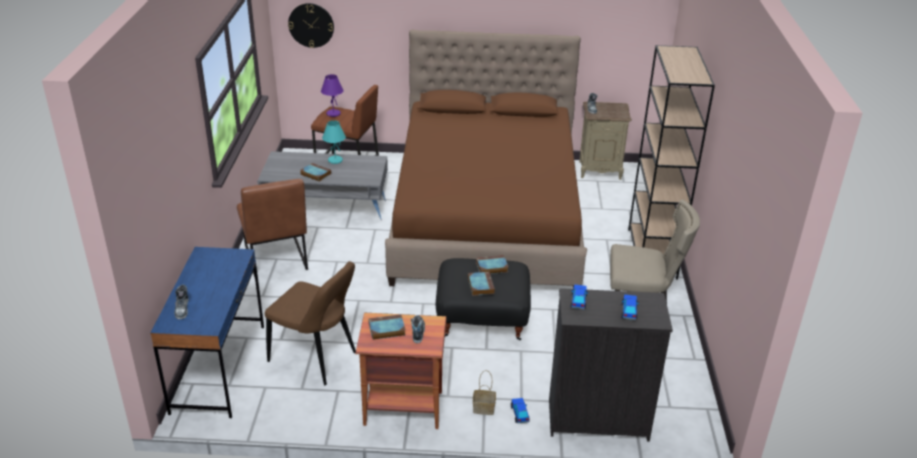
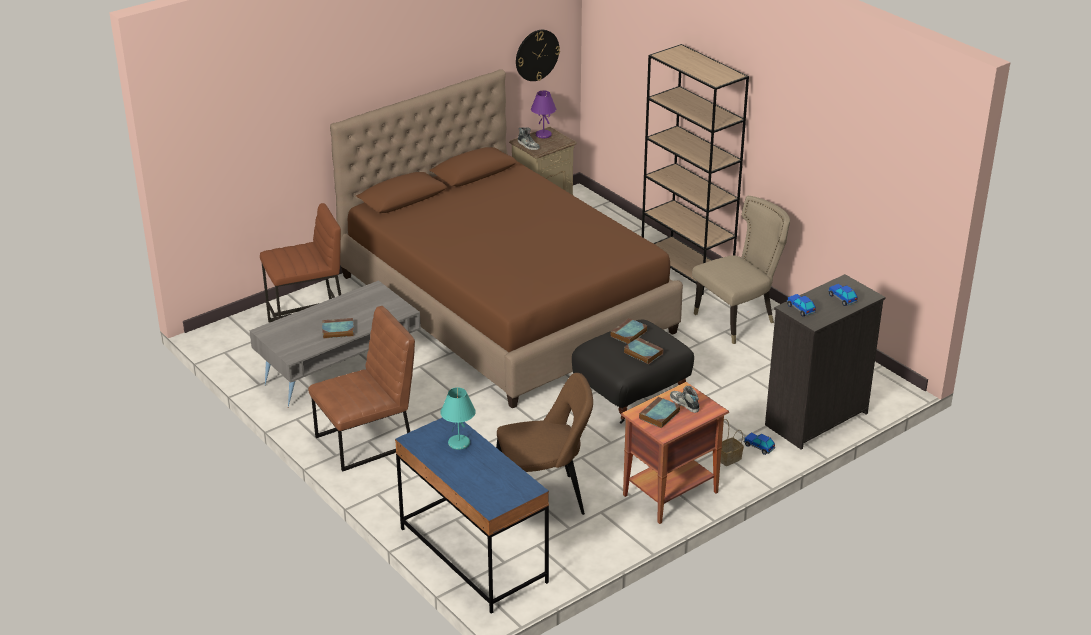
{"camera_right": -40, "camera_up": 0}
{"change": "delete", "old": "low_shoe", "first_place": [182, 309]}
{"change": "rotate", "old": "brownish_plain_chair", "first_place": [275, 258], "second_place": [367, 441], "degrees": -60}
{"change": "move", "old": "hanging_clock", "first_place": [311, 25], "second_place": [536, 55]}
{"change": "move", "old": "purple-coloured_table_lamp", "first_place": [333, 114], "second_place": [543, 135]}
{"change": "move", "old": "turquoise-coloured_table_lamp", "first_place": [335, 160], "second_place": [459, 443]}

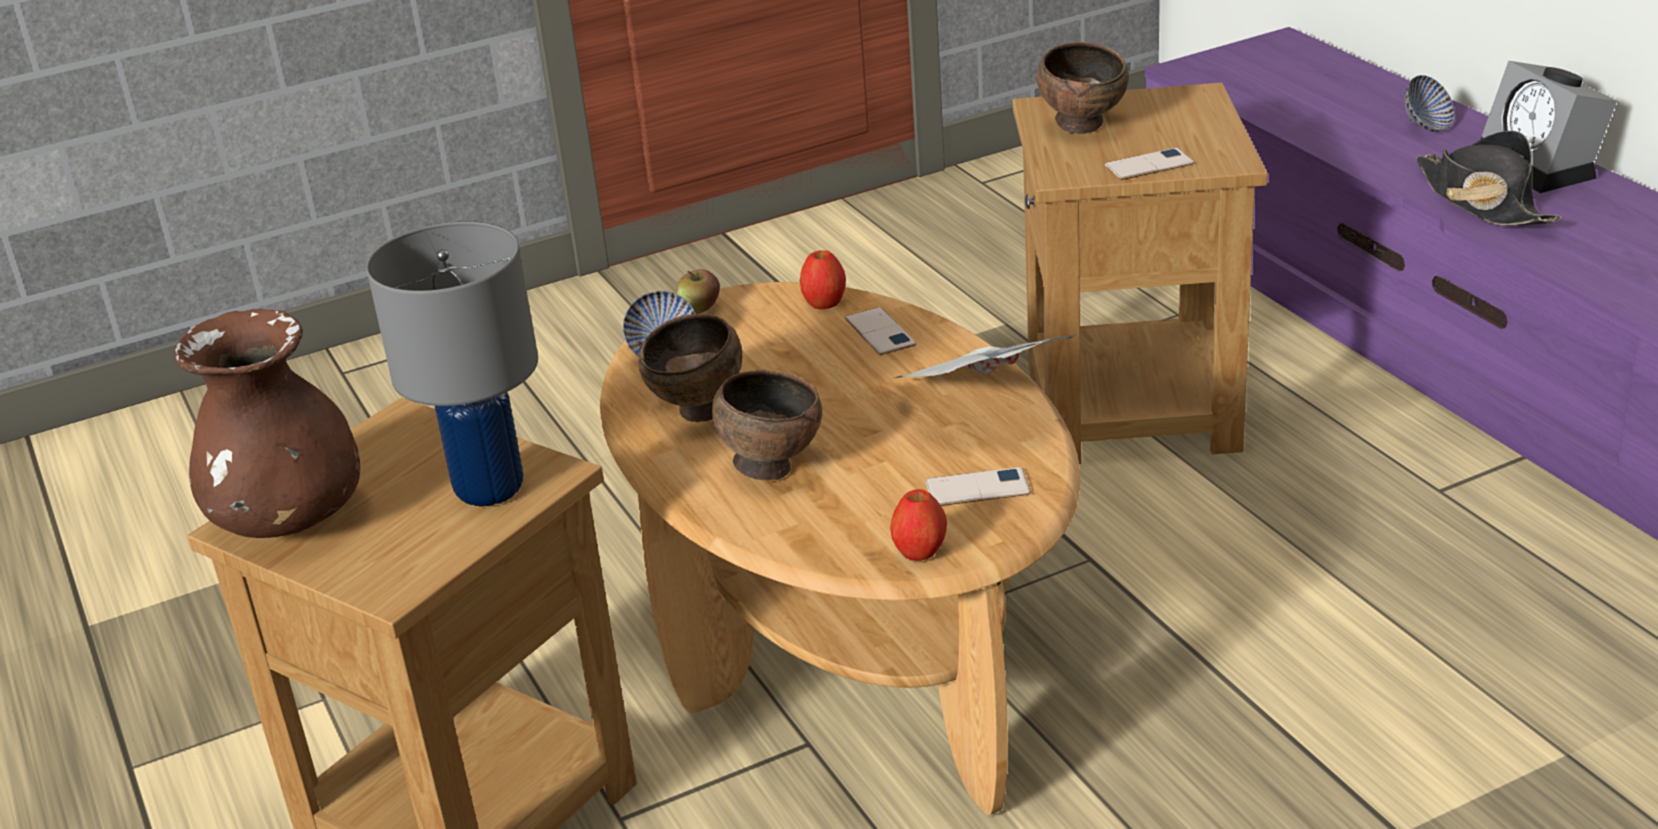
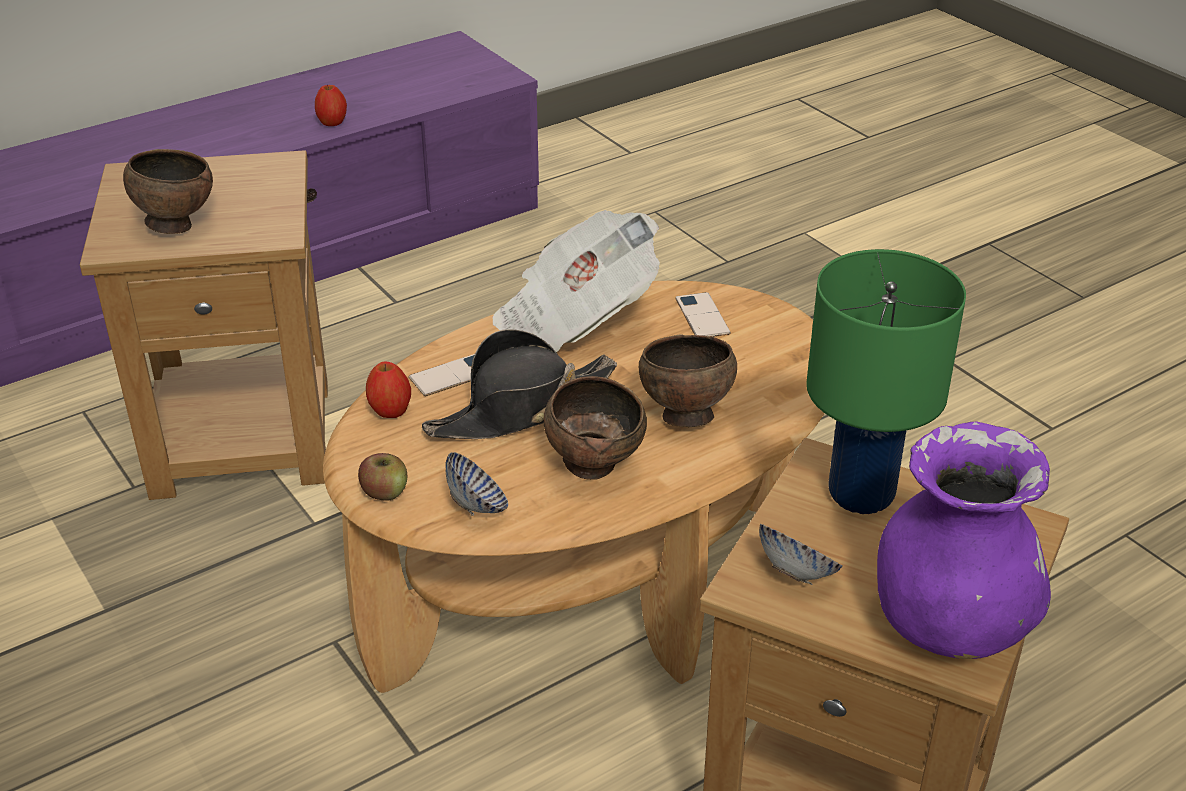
{"camera_right": -100, "camera_up": 5}
{"change": "recolor", "old": "brownish_vase", "new": "purple-coloured_vase", "first_place": [288, 520], "second_place": [948, 625]}
{"change": "recolor", "old": "gray_table_lamp", "new": "greenish_table_lamp", "first_place": [485, 490], "second_place": [862, 498]}
{"change": "move", "old": "apple", "first_place": [920, 552], "second_place": [332, 122]}
{"change": "delete", "old": "phone", "first_place": [1149, 165]}
{"change": "move", "old": "serving_bowl", "first_place": [1427, 126], "second_place": [796, 573]}
{"change": "move", "old": "black_clothing_hat", "first_place": [1482, 201], "second_place": [521, 409]}
{"change": "delete", "old": "alarm_clock", "first_place": [1542, 166]}

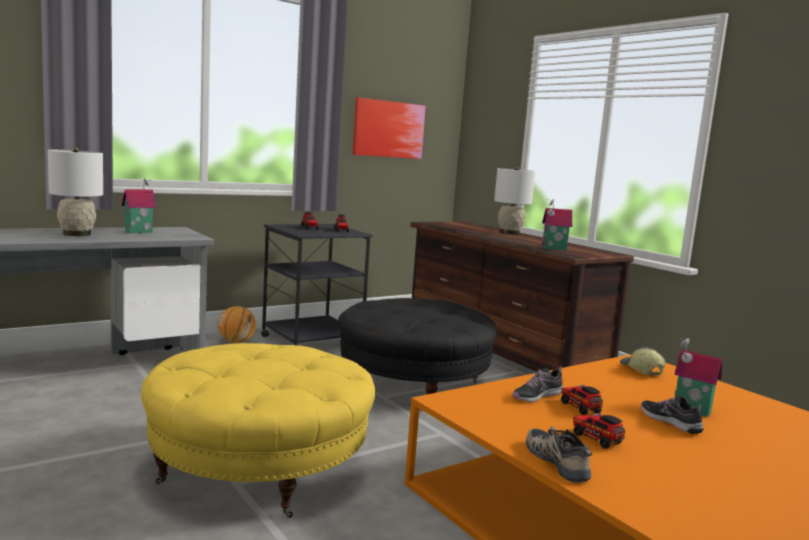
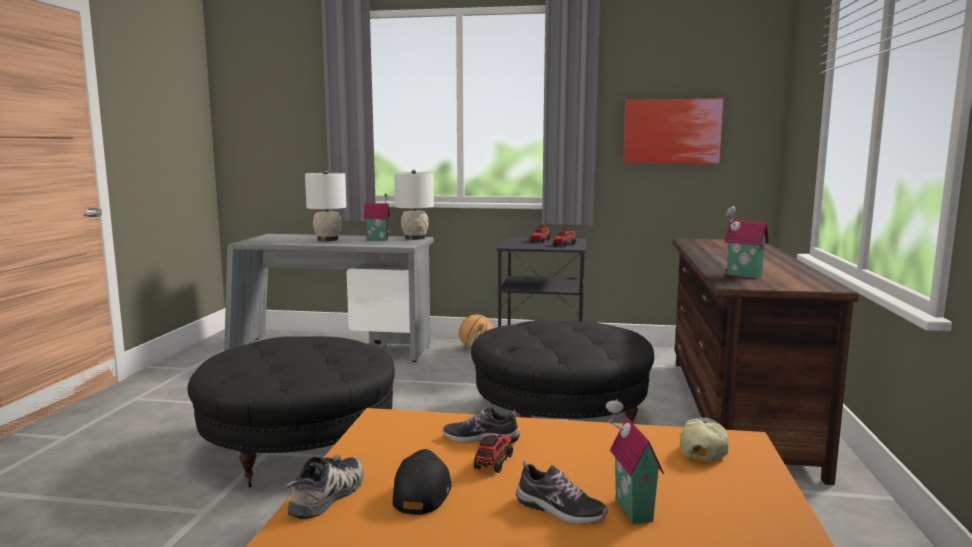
{"camera_right": 45, "camera_up": 0}
{"change": "recolor", "old": "yellow_pouffe", "new": "black_pouffe", "first_place": [259, 468], "second_place": [300, 447]}
{"change": "move", "old": "white-coloured_table_lamp", "first_place": [509, 233], "second_place": [414, 238]}
{"change": "replace", "old": "toy_lorry", "new": "black_peaked_cap", "first_place": [595, 439], "second_place": [421, 492]}
{"change": "rotate", "old": "low_shoe", "first_place": [670, 422], "second_place": [560, 510], "degrees": 105}

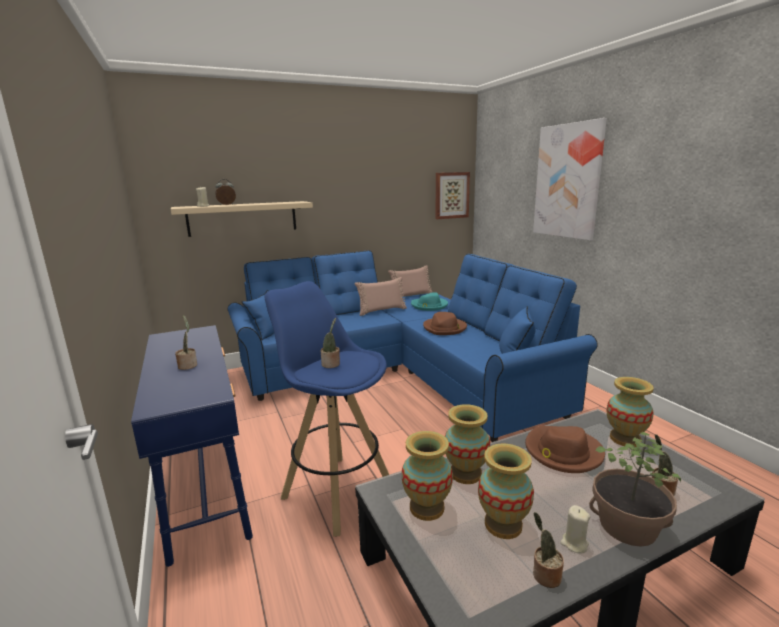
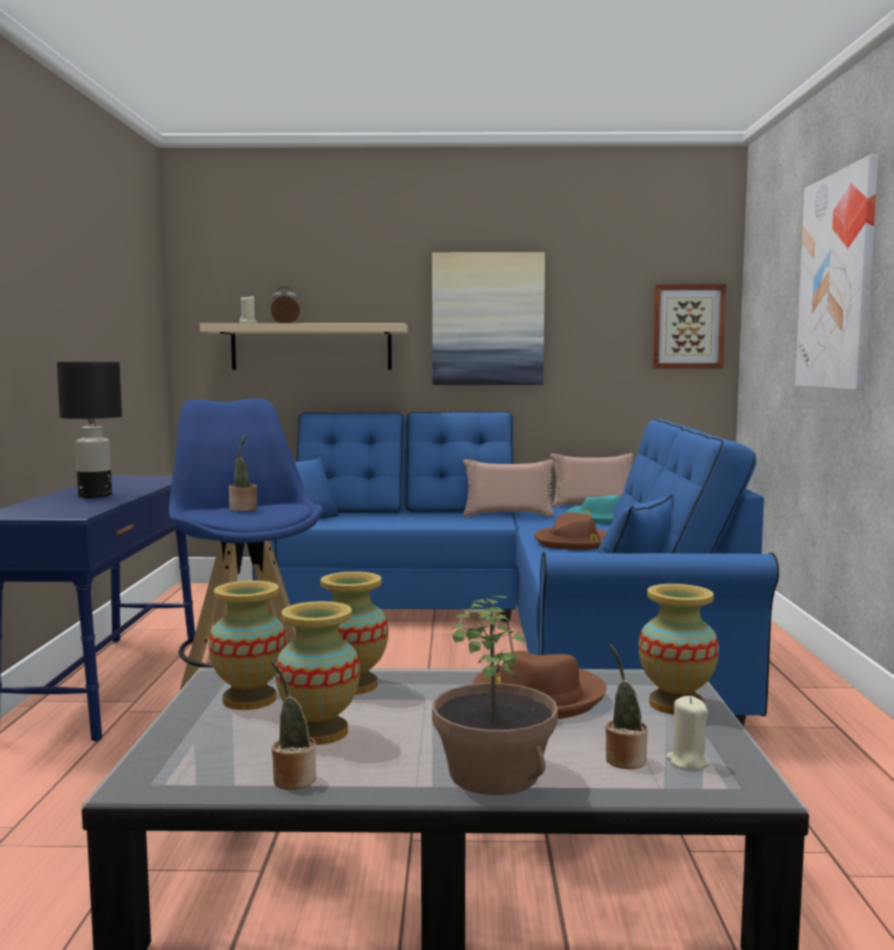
{"camera_right": 25, "camera_up": -10}
{"change": "replace", "old": "houseplant", "new": "black_table_lamp", "first_place": [188, 365], "second_place": [95, 496]}
{"change": "move", "old": "beige-coloured_wax_candle", "first_place": [574, 544], "second_place": [687, 762]}
{"change": "insert", "new": "wall_art", "second_place": [487, 319]}

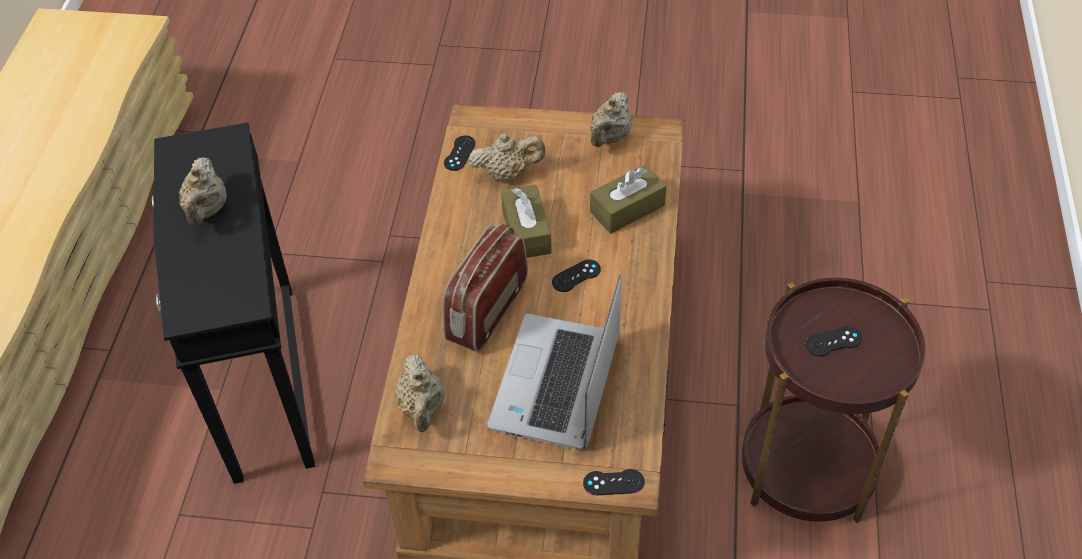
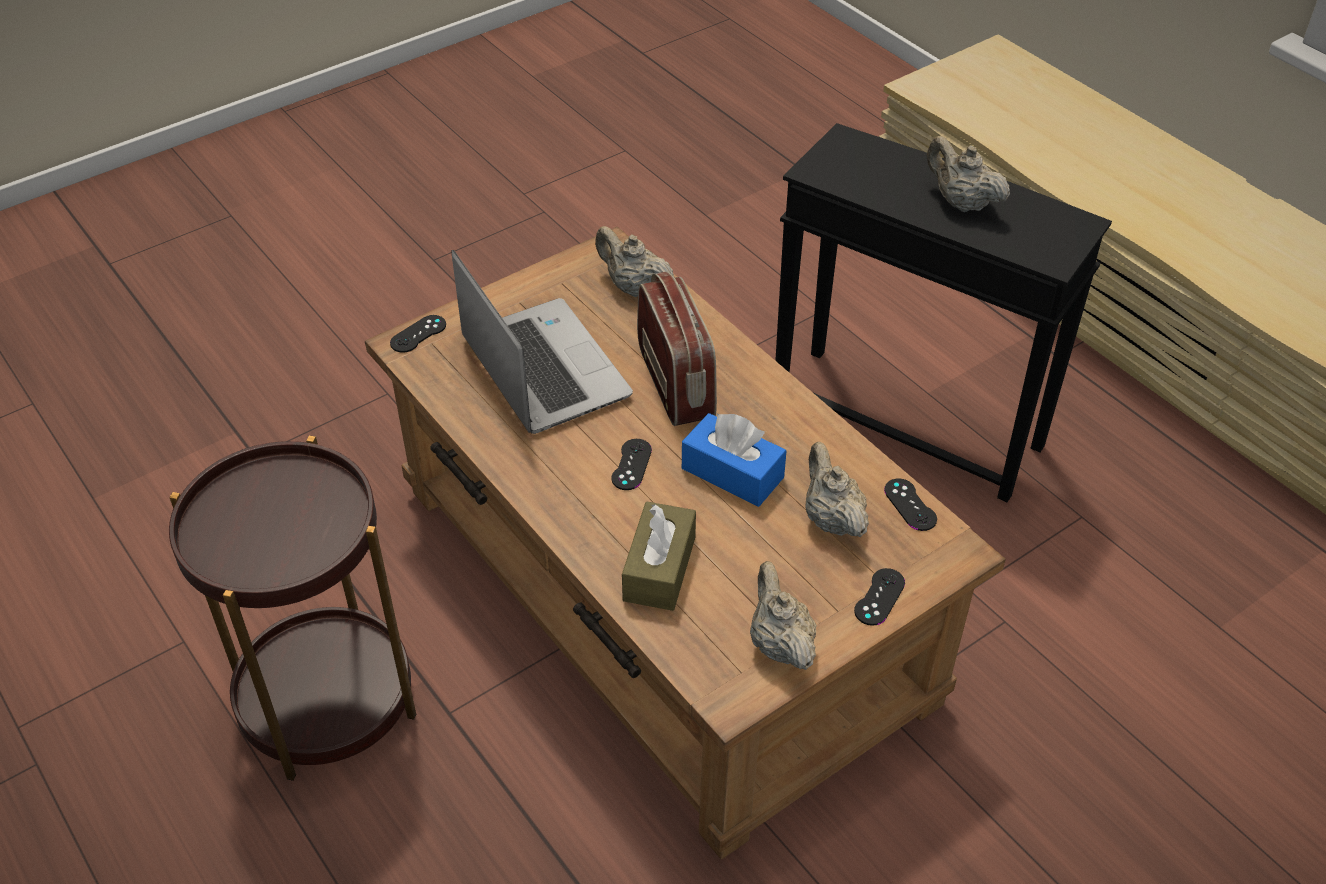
{"camera_right": 135, "camera_up": -5}
{"change": "rotate", "old": "beige-coloured_teapot", "first_place": [508, 173], "second_place": [831, 519], "degrees": 120}
{"change": "recolor", "old": "brownish_tissue_holder", "new": "bluish_tissue_holder", "first_place": [526, 231], "second_place": [732, 473]}
{"change": "move", "old": "black_joypad", "first_place": [833, 341], "second_place": [879, 597]}

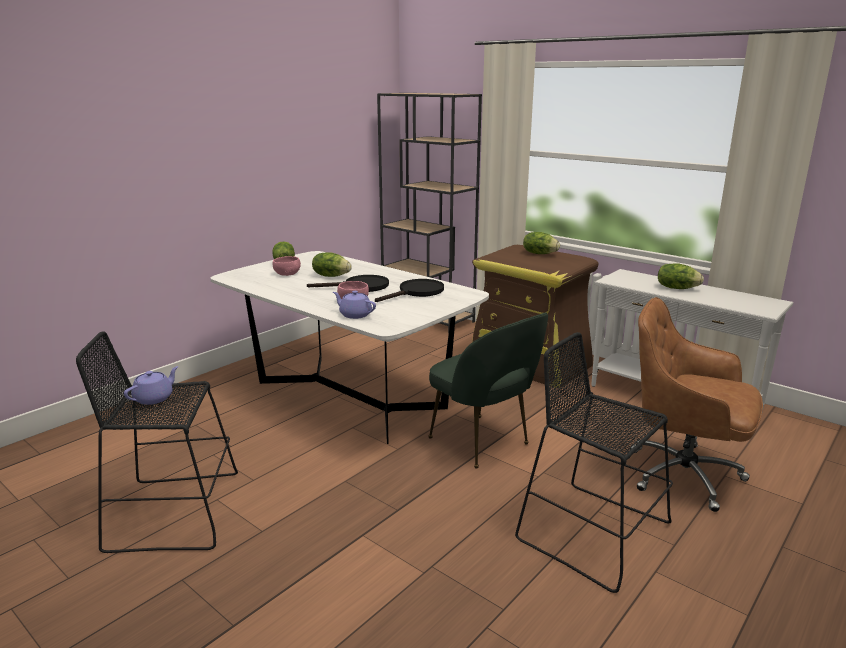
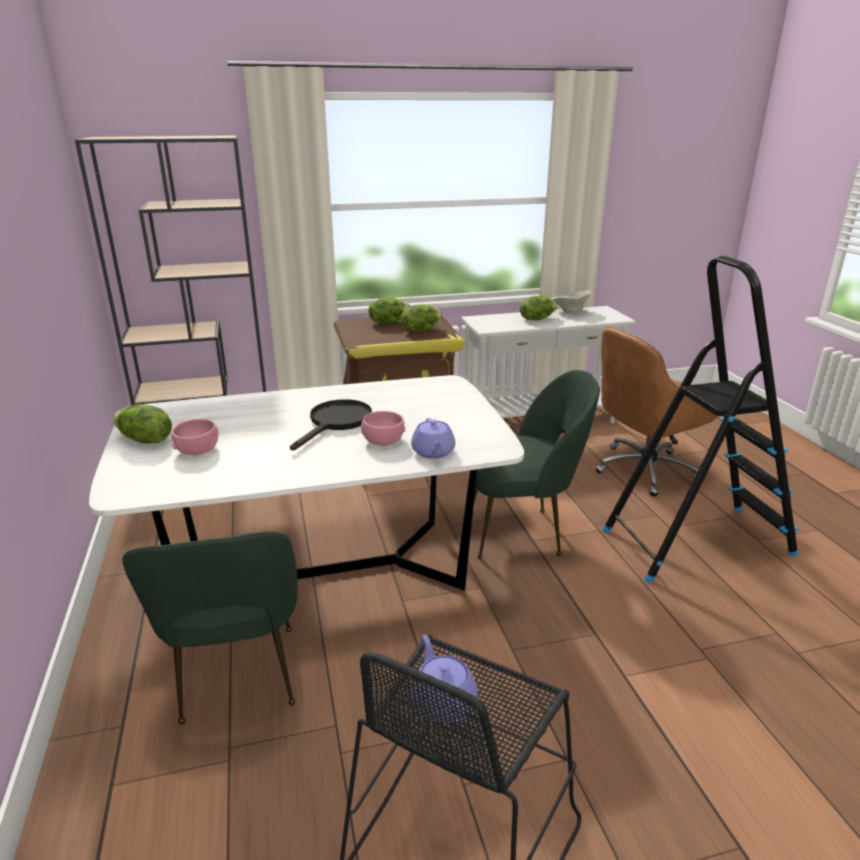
{"camera_right": -55, "camera_up": 5}
{"change": "move", "old": "lettuce", "first_place": [331, 276], "second_place": [420, 330]}
{"change": "rotate", "old": "purple-coloured_teapot", "first_place": [355, 315], "second_place": [433, 452], "degrees": -75}
{"change": "delete", "old": "black_frying_pan", "first_place": [416, 292]}
{"change": "replace", "old": "black_stool_seat", "new": "black_step_stool", "first_place": [595, 533], "second_place": [698, 542]}
{"change": "insert", "new": "greenish_plain_chair", "second_place": [238, 683]}
{"change": "insert", "new": "beige-coloured_serving_bowl", "second_place": [570, 311]}

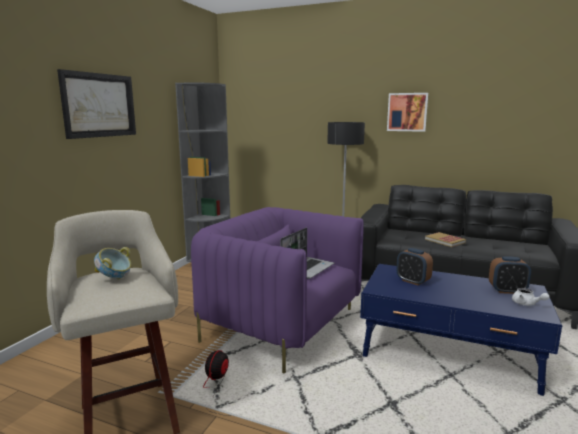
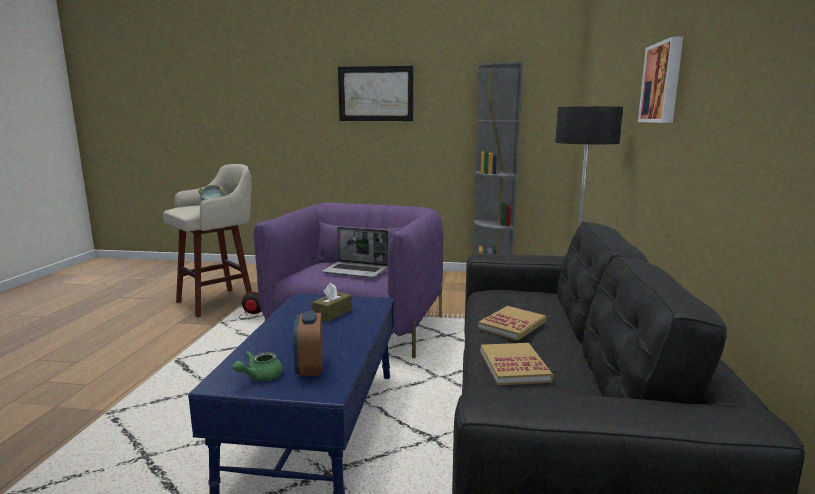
{"camera_right": 75, "camera_up": 0}
{"change": "replace", "old": "alarm_clock", "new": "brownish_tissue_holder", "first_place": [412, 281], "second_place": [332, 313]}
{"change": "recolor", "old": "white-coloured_teapot", "new": "greenish_teapot", "first_place": [527, 304], "second_place": [260, 377]}
{"change": "insert", "new": "volume", "second_place": [514, 366]}

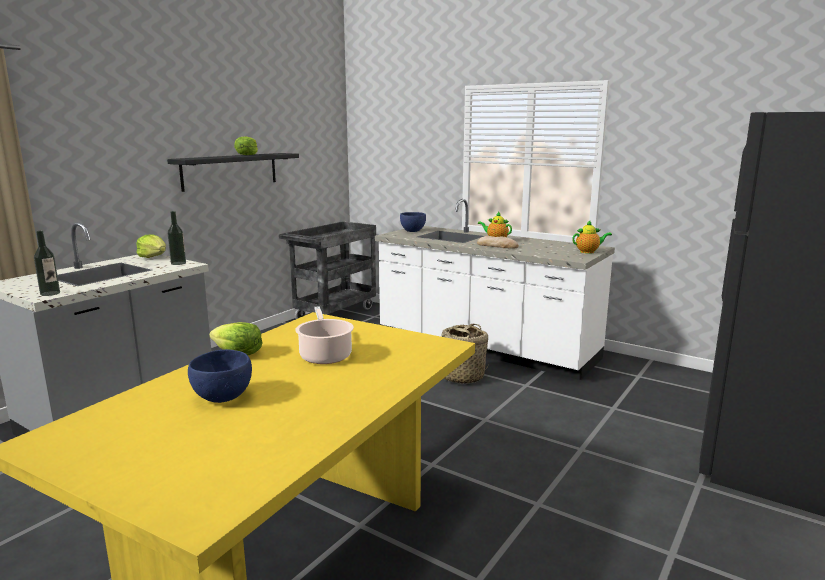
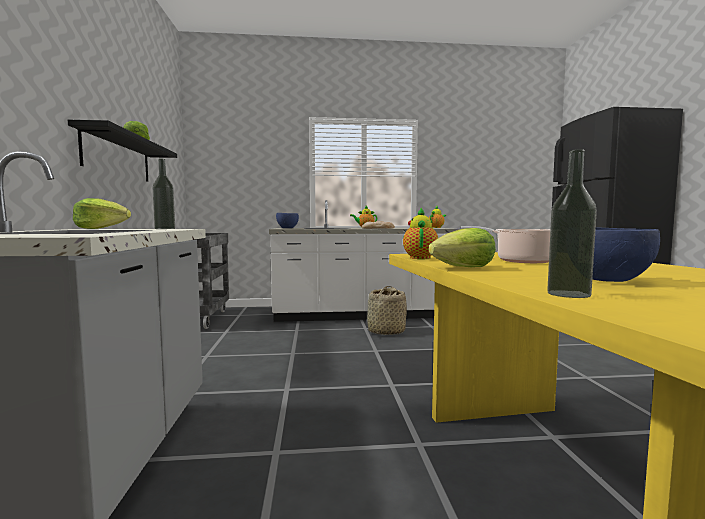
{"camera_right": -40, "camera_up": -10}
{"change": "move", "old": "drink_bottle", "first_place": [50, 293], "second_place": [568, 294]}
{"change": "insert", "new": "teapot", "second_place": [420, 257]}

